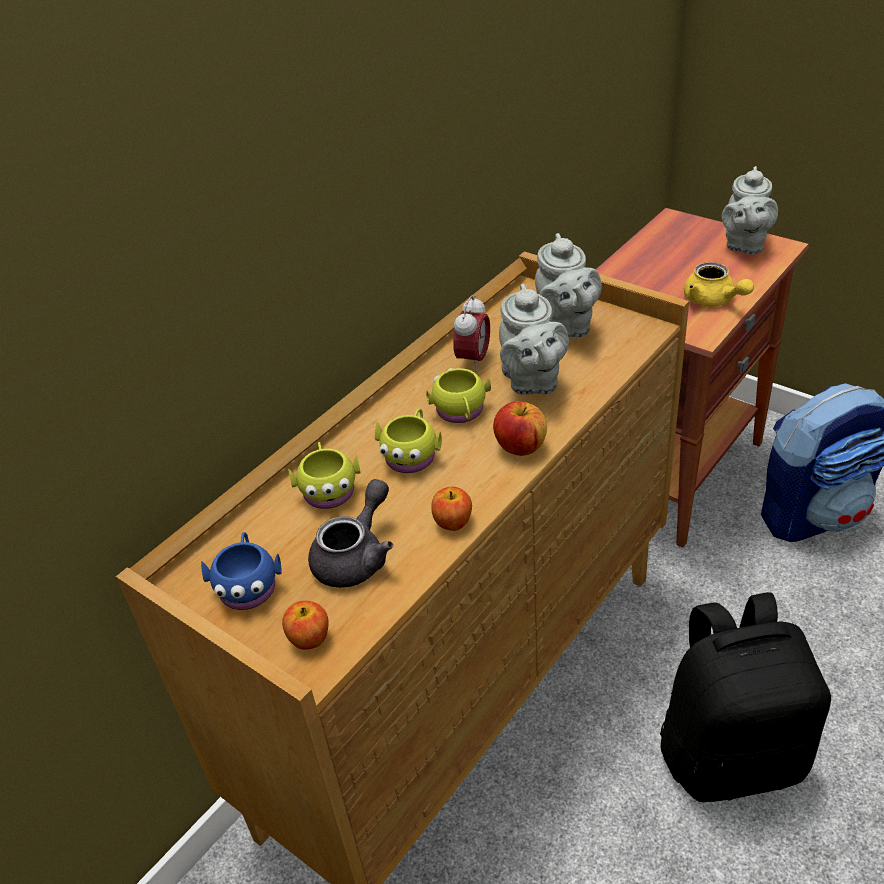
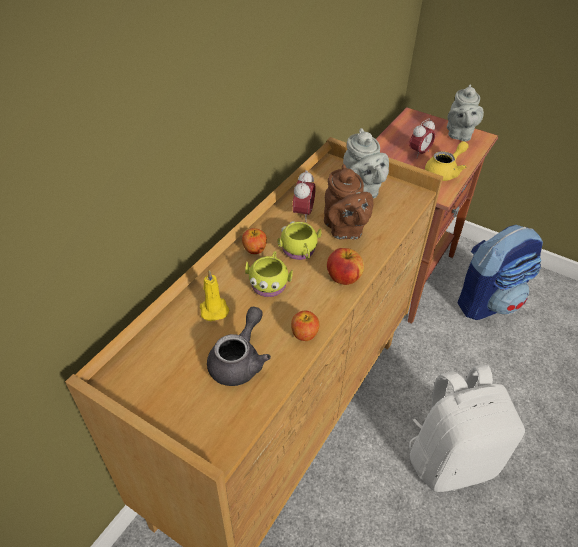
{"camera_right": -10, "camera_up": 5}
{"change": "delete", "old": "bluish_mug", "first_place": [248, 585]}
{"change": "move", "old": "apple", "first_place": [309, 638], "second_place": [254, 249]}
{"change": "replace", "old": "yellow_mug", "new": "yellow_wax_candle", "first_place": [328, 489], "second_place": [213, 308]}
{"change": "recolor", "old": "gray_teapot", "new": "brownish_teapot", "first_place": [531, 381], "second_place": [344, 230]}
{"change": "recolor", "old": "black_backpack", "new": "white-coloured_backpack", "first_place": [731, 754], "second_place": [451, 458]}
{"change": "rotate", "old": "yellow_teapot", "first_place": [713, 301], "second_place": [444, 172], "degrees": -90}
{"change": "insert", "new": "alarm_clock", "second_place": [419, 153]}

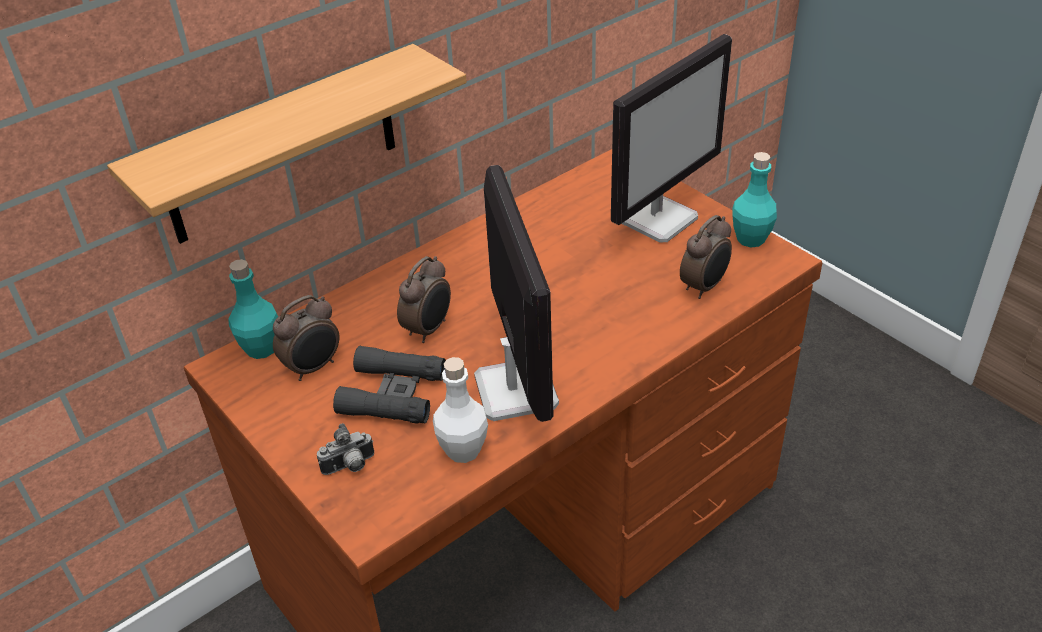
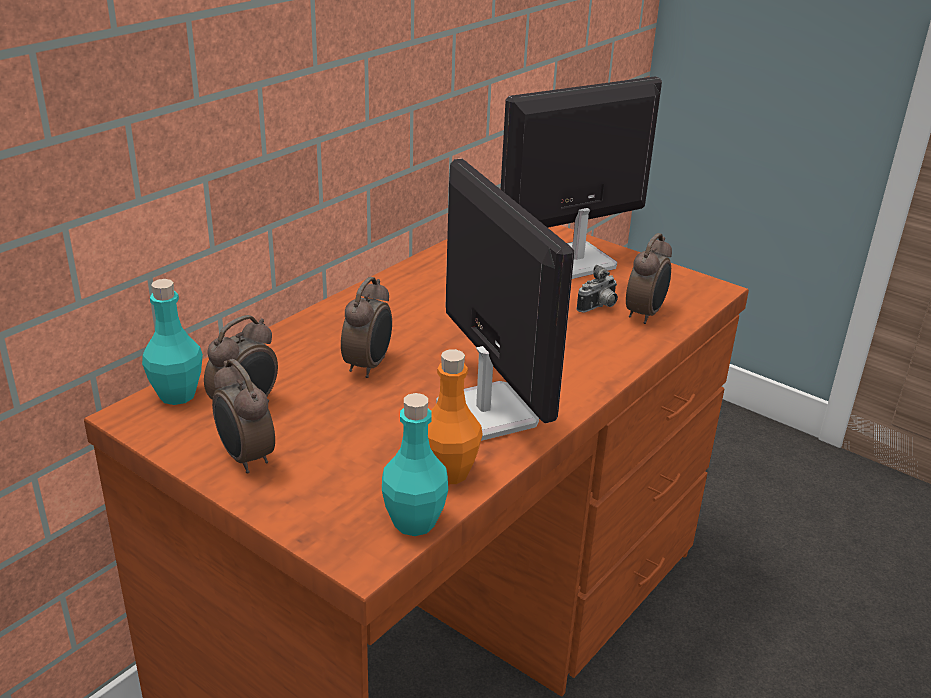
{"camera_right": -15, "camera_up": -10}
{"change": "delete", "old": "shelf", "first_place": [281, 146]}
{"change": "move", "old": "photo_camera", "first_place": [350, 467], "second_place": [599, 307]}
{"change": "delete", "old": "black_pair_of_binoculars", "first_place": [392, 394]}
{"change": "recolor", "old": "white-coloured_drink_bottle", "new": "orange_drink_bottle", "first_place": [463, 450], "second_place": [449, 472]}
{"change": "rotate", "old": "computer_screen", "first_place": [658, 218], "second_place": [574, 262], "degrees": -150}
{"change": "move", "old": "turquoise-coloured_drink_bottle", "first_place": [750, 239], "second_place": [414, 522]}
{"change": "insert", "new": "alarm_clock", "second_place": [245, 458]}

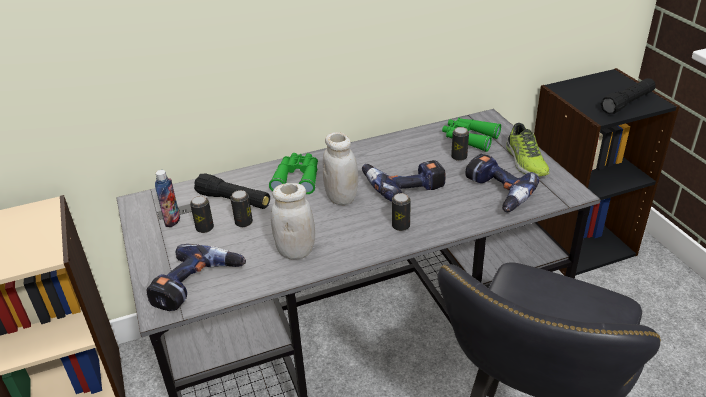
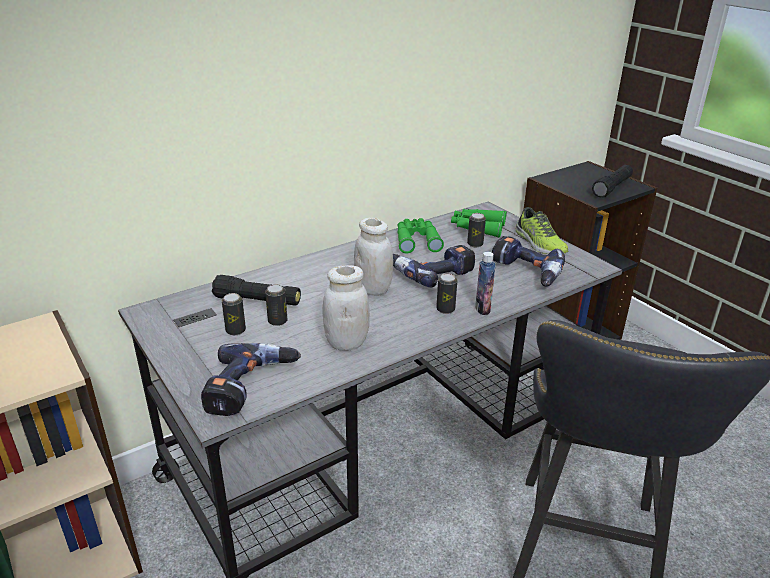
{"camera_right": -15, "camera_up": -5}
{"change": "move", "old": "drink_bottle", "first_place": [172, 220], "second_place": [482, 309]}
{"change": "move", "old": "greenish_pair_of_binoculars", "first_place": [297, 178], "second_place": [417, 240]}

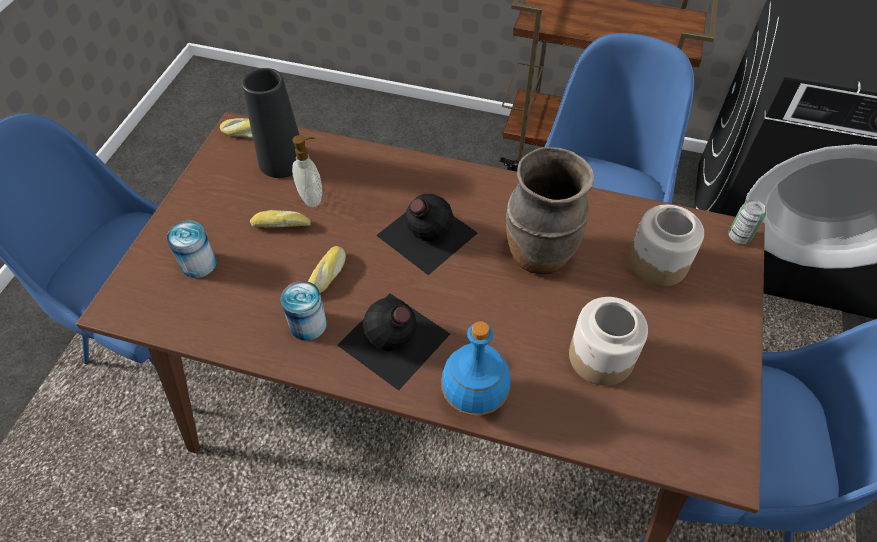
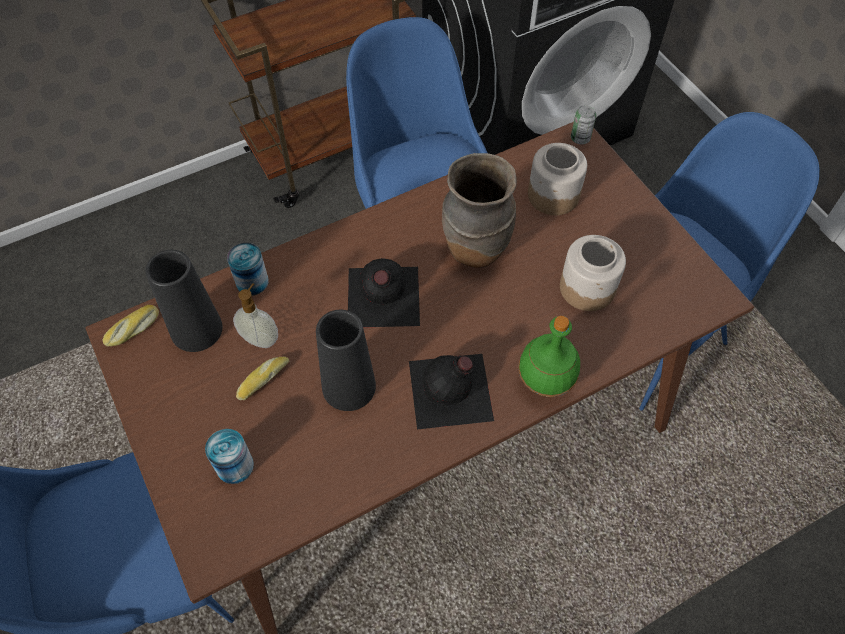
{"camera_right": -45, "camera_up": 5}
{"change": "move", "old": "sealed_can", "first_place": [308, 324], "second_place": [252, 281]}
{"change": "replace", "old": "bread", "new": "black_vase", "first_place": [328, 275], "second_place": [349, 386]}
{"change": "recolor", "old": "bluish_drink_bottle", "new": "greenish_drink_bottle", "first_place": [473, 397], "second_place": [544, 382]}

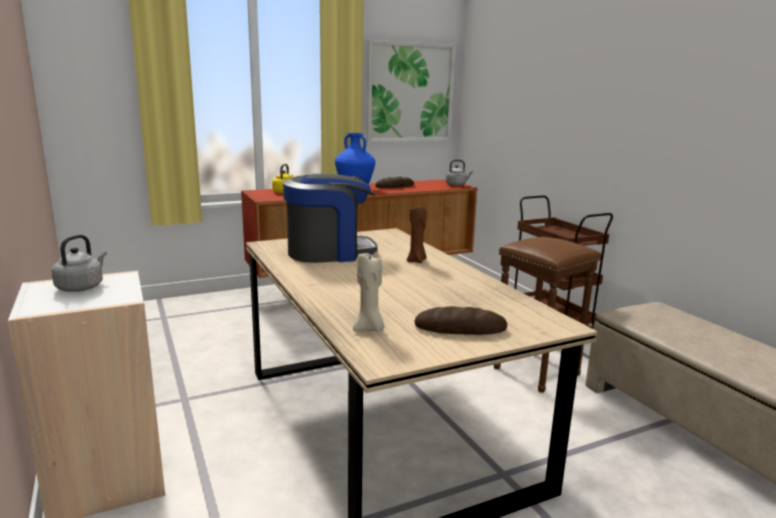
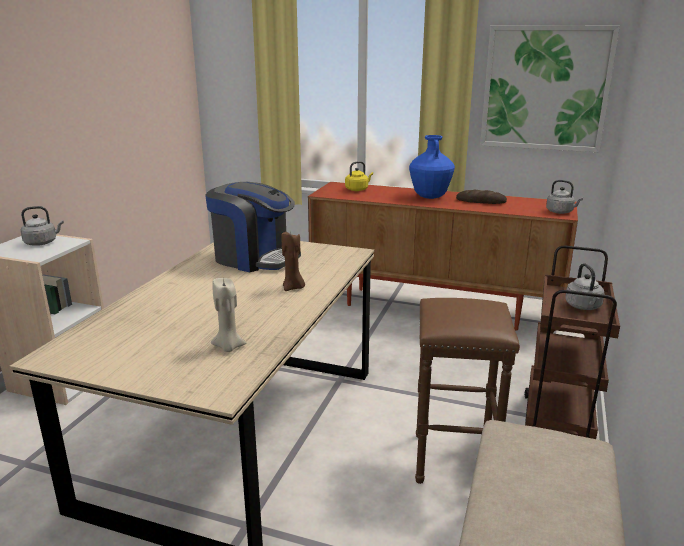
{"camera_right": 45, "camera_up": 5}
{"change": "move", "old": "beige-coloured_wax_candle", "first_place": [369, 329], "second_place": [228, 347]}
{"change": "delete", "old": "bread", "first_place": [460, 328]}
{"change": "insert", "new": "gray_water_kettle", "second_place": [584, 307]}

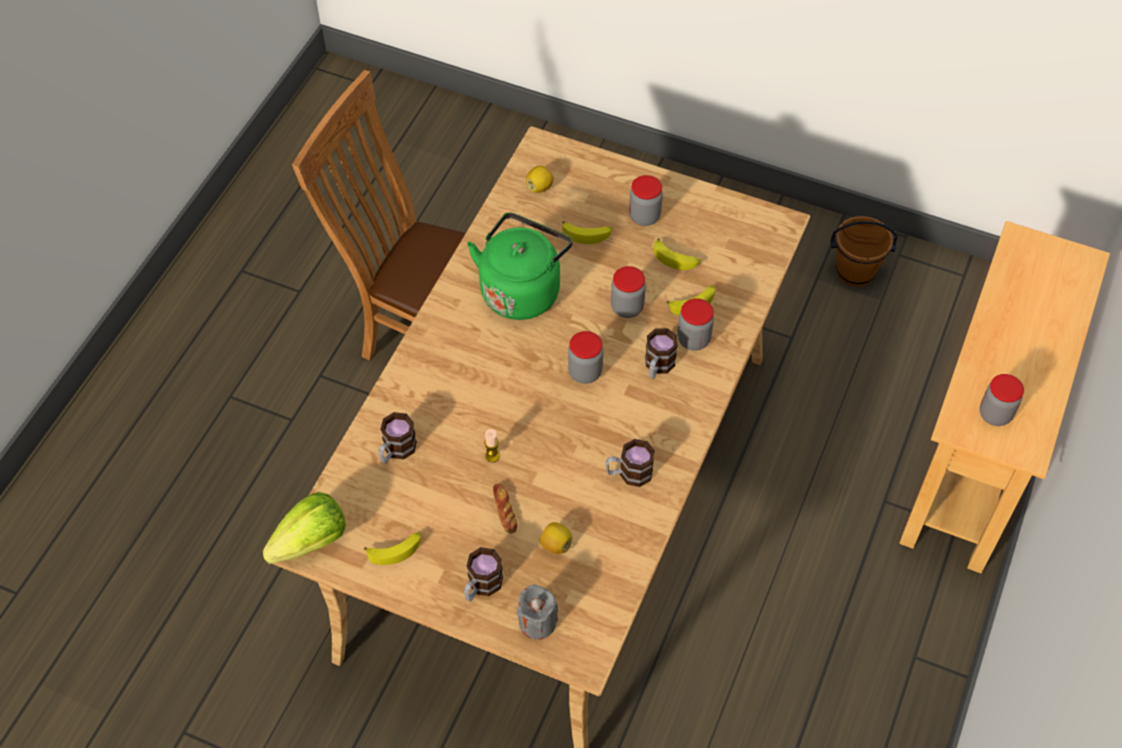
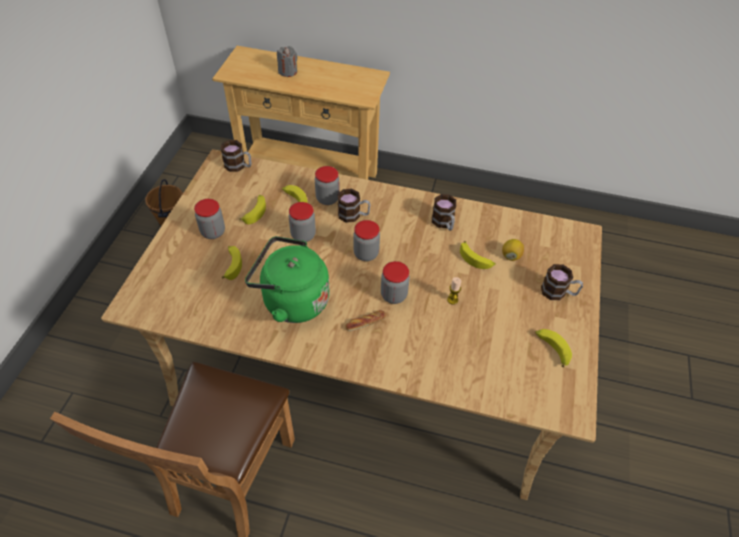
{"camera_right": -100, "camera_up": -5}
{"change": "delete", "old": "lettuce", "first_place": [311, 542]}
{"change": "move", "old": "mug", "first_place": [396, 451], "second_place": [239, 166]}
{"change": "move", "old": "bread", "first_place": [504, 510], "second_place": [365, 322]}
{"change": "move", "old": "gray_wax_candle", "first_place": [537, 622], "second_place": [288, 71]}
{"change": "delete", "old": "lemon", "first_place": [540, 187]}
{"change": "move", "old": "jar", "first_place": [995, 414], "second_place": [393, 295]}
{"change": "insert", "new": "banana_fruit", "second_place": [476, 259]}

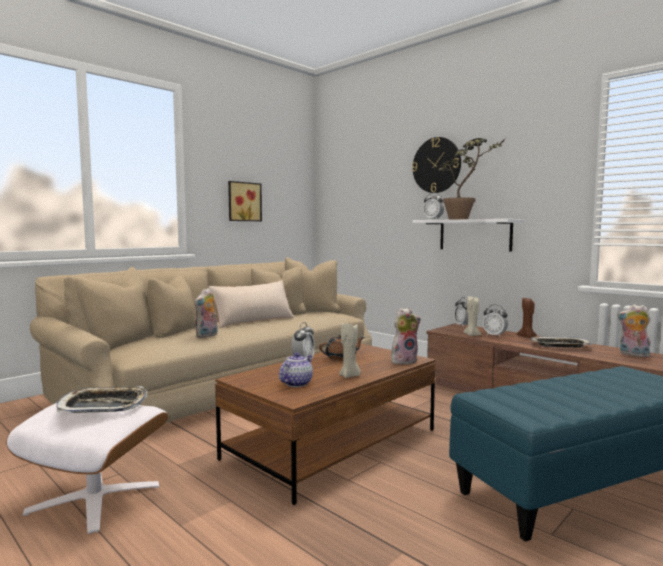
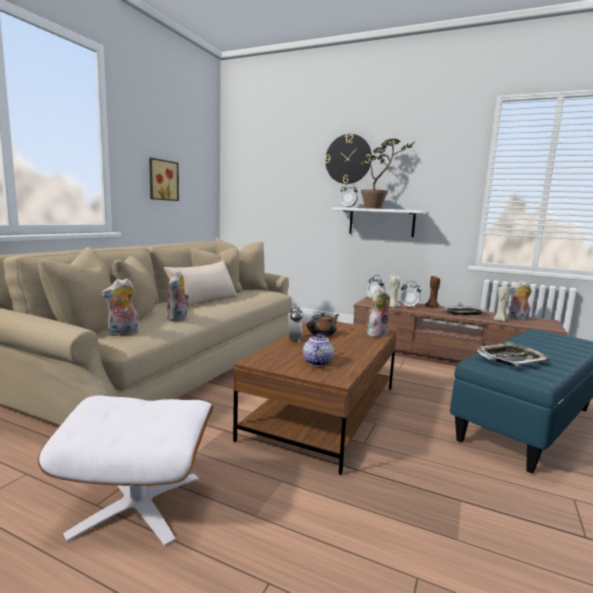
{"camera_right": -20, "camera_up": 5}
{"change": "move", "old": "tray", "first_place": [103, 406], "second_place": [511, 359]}
{"change": "move", "old": "beige-coloured_wax_candle", "first_place": [349, 376], "second_place": [500, 320]}
{"change": "insert", "new": "plush_toy", "second_place": [123, 334]}

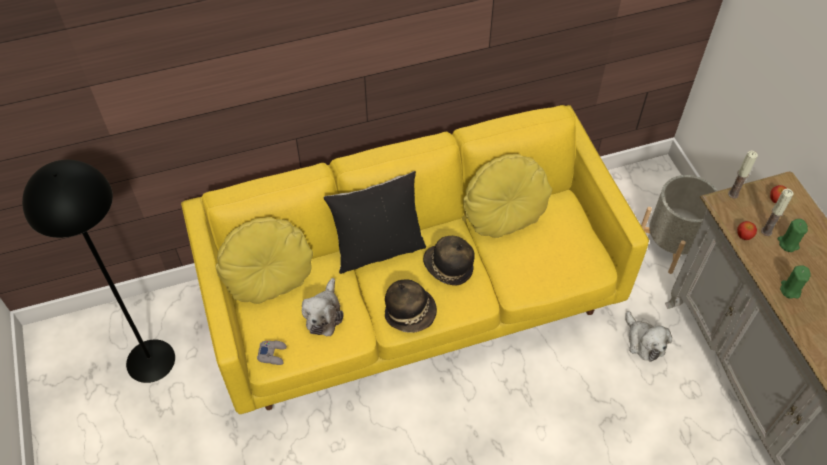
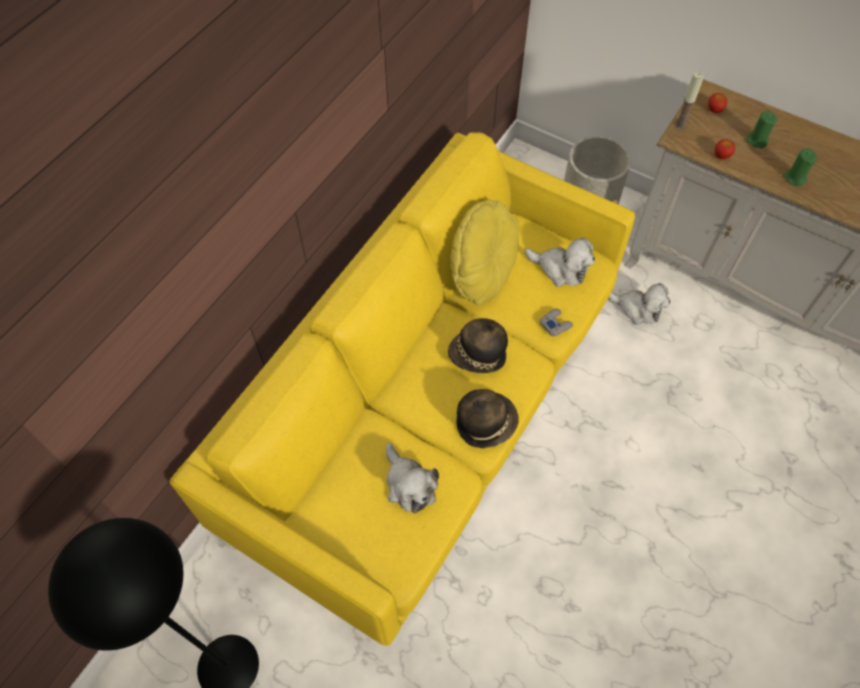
{"camera_right": -40, "camera_up": 5}
{"change": "delete", "old": "yellow_cushion", "first_place": [270, 283]}
{"change": "move", "old": "gray_joypad", "first_place": [272, 354], "second_place": [555, 324]}
{"change": "delete", "old": "black_cushion", "first_place": [378, 248]}
{"change": "delete", "old": "wax_candle", "first_place": [766, 231]}
{"change": "insert", "new": "plush_toy", "second_place": [560, 269]}

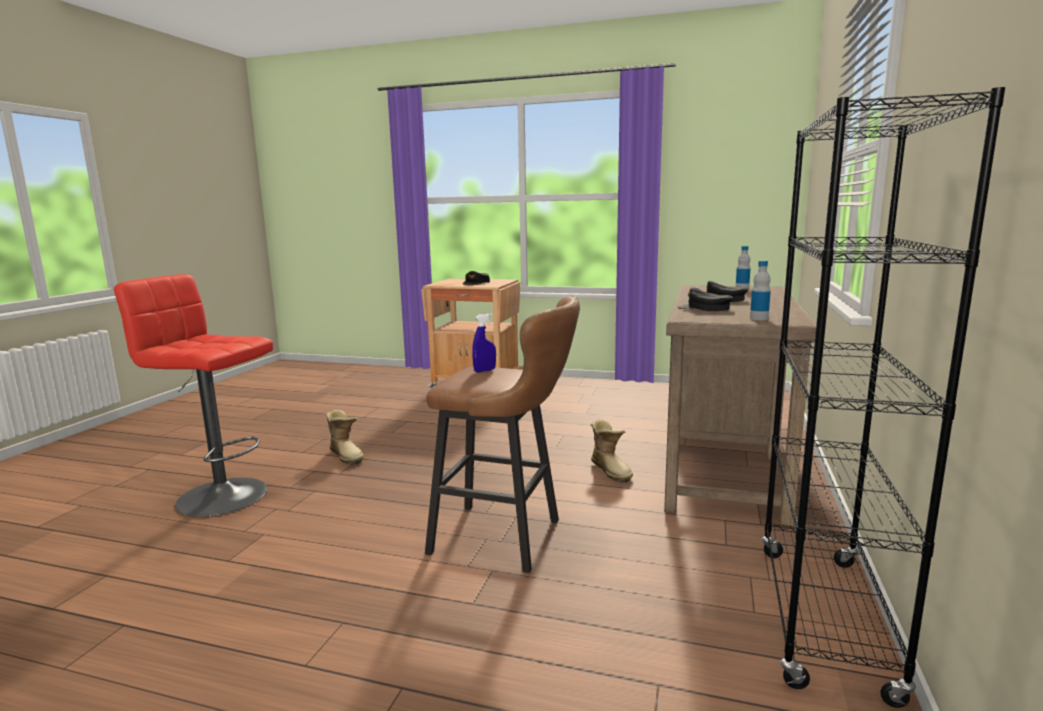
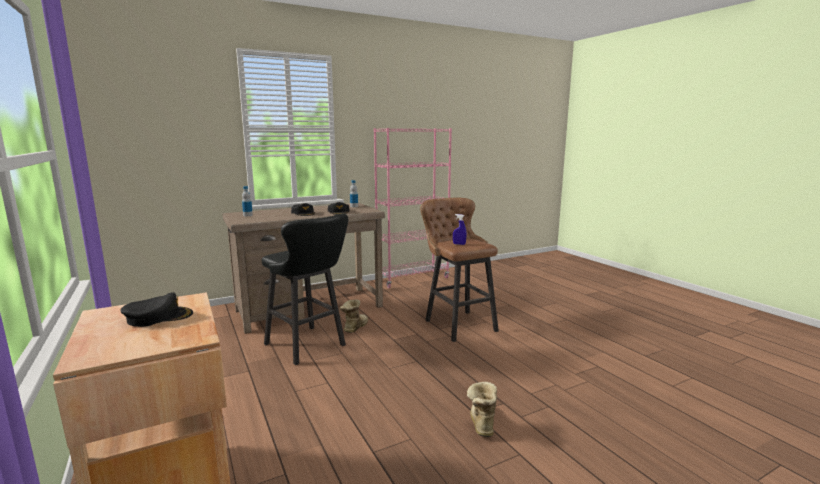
{"camera_right": -135, "camera_up": 0}
{"change": "delete", "old": "reddish_stool_seat", "first_place": [222, 496]}
{"change": "recolor", "old": "black_bookshelf", "new": "pink_bookshelf", "first_place": [823, 619], "second_place": [412, 279]}
{"change": "insert", "new": "black_stool_seat", "second_place": [309, 347]}

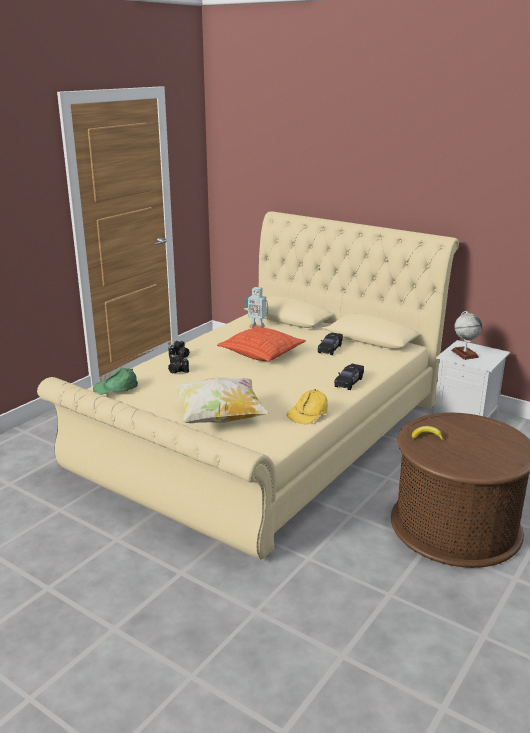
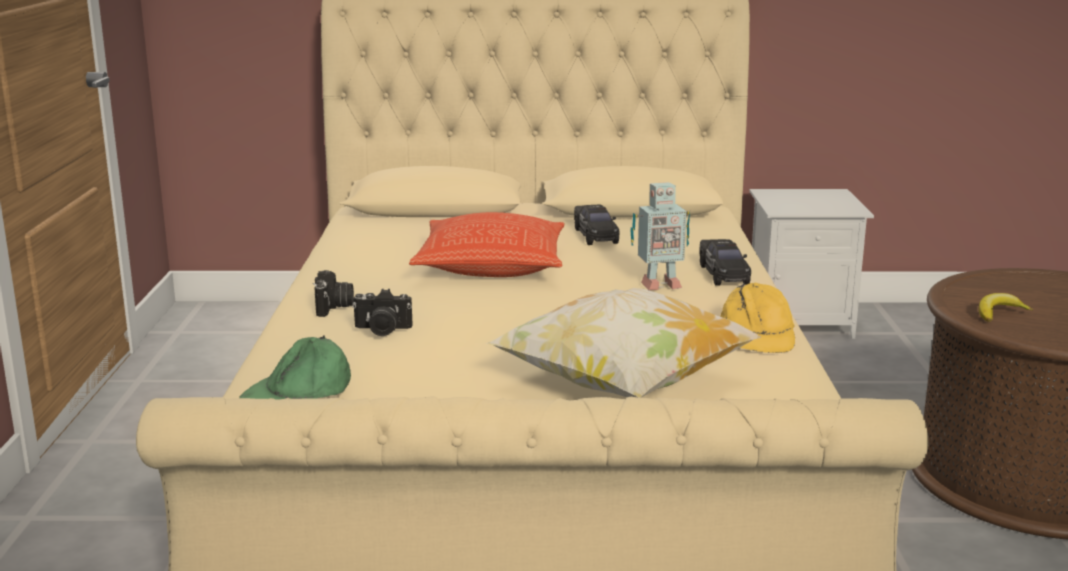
{"camera_right": -35, "camera_up": -5}
{"change": "move", "old": "model_robot", "first_place": [256, 326], "second_place": [658, 285]}
{"change": "delete", "old": "desk_globe", "first_place": [464, 354]}

